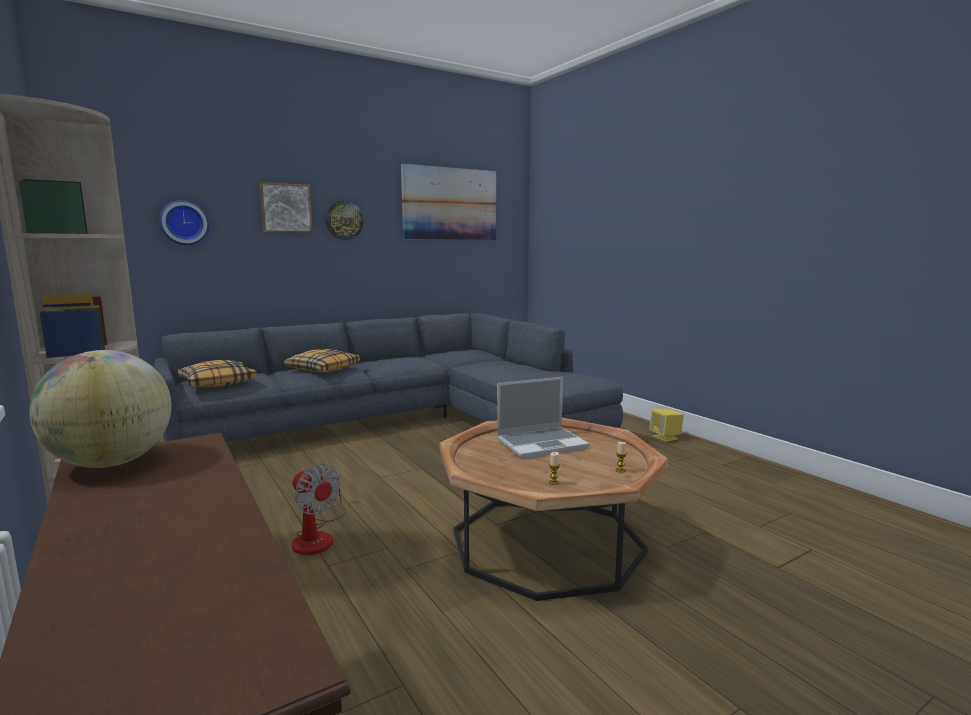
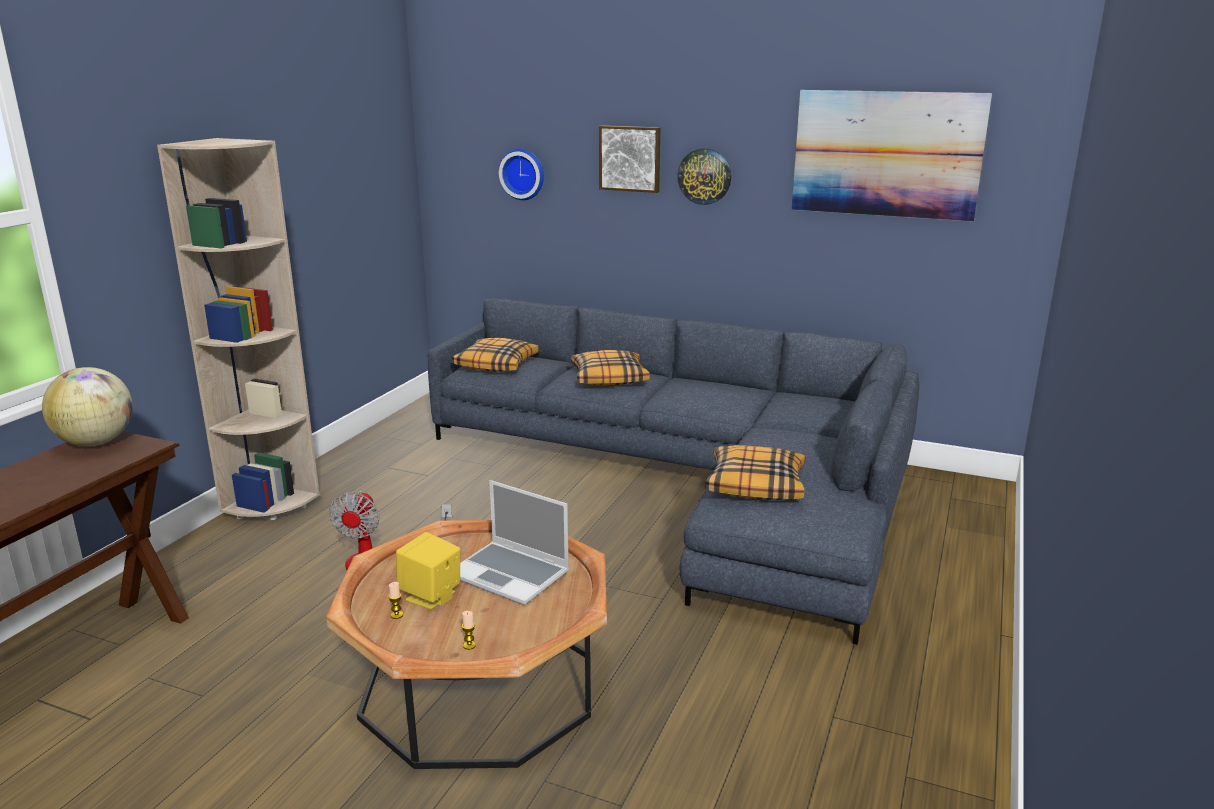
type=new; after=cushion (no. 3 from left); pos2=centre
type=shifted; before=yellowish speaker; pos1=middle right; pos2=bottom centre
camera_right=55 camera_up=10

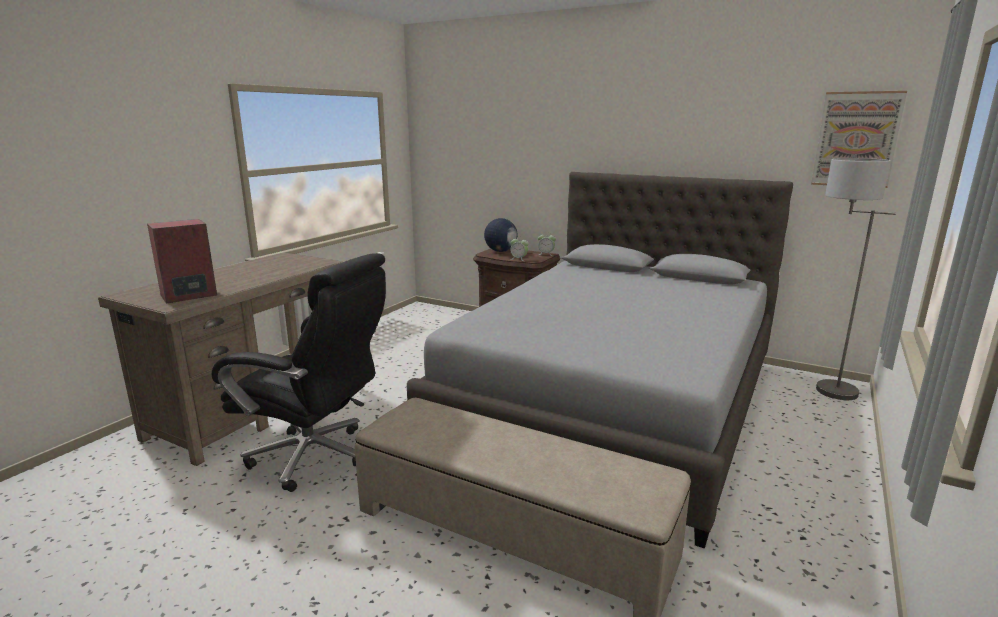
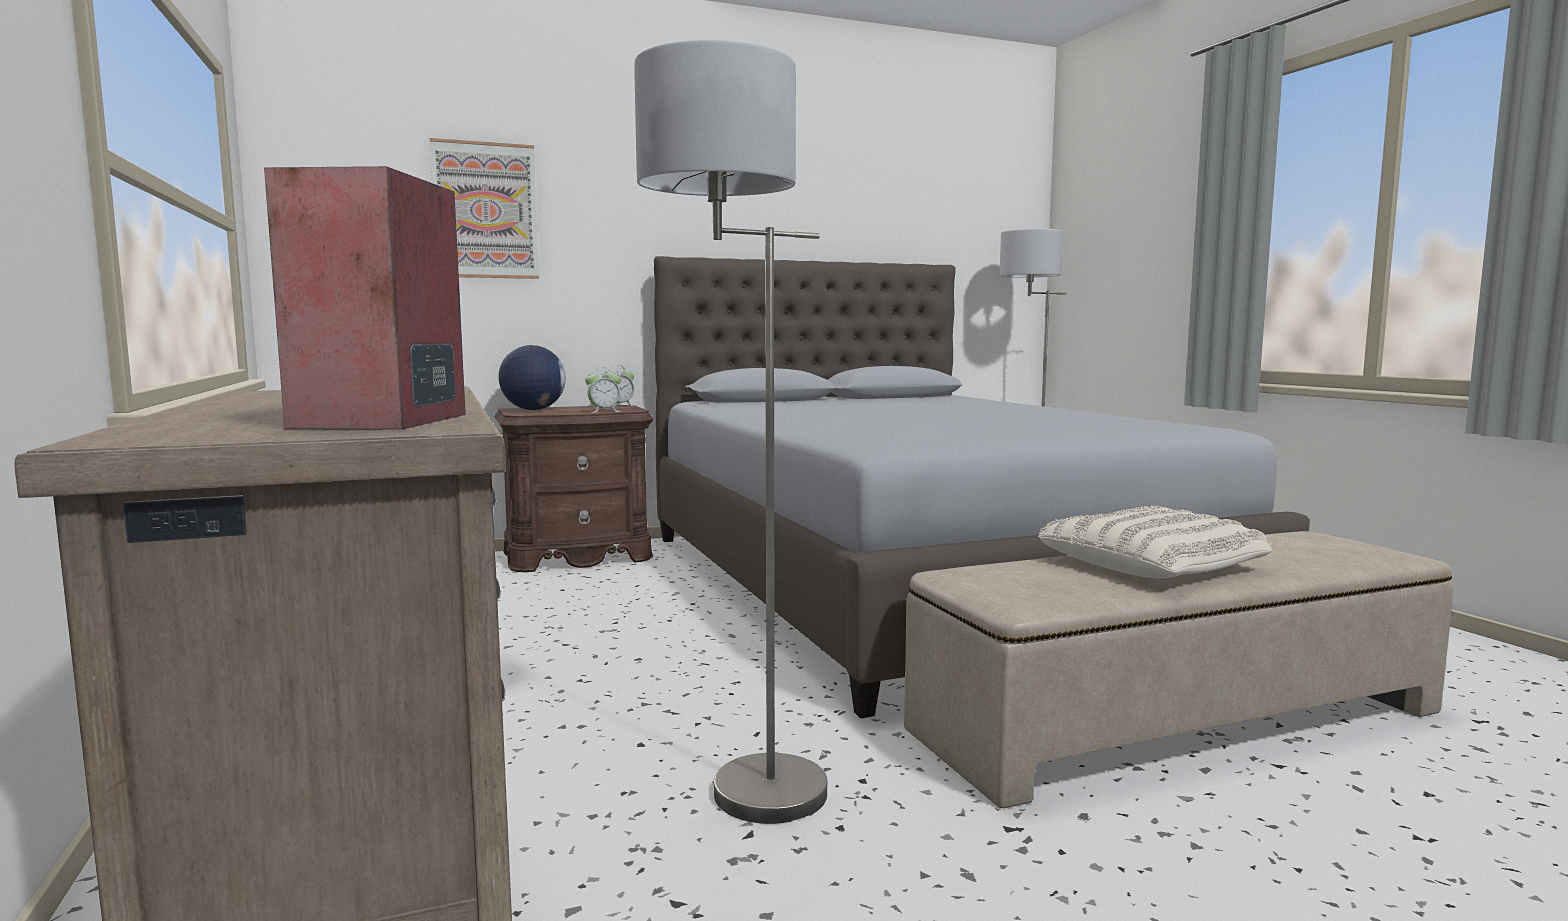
type=new; after=beige-coloured cushion; pos2=middle right
type=shifted; before=wall art; pos1=top right; pos2=top left
type=swapped; before=black office chair; after=gray standing lamp (no. 1 from left); pos1=middle left; pos2=centre
camera_right=-50 camera_up=-10

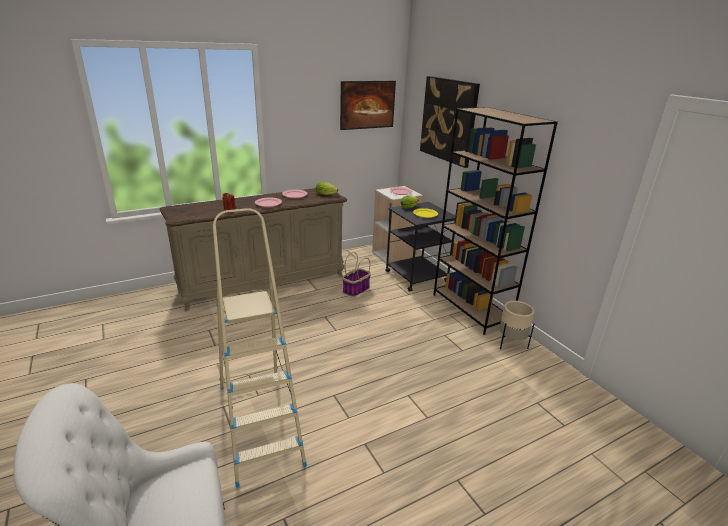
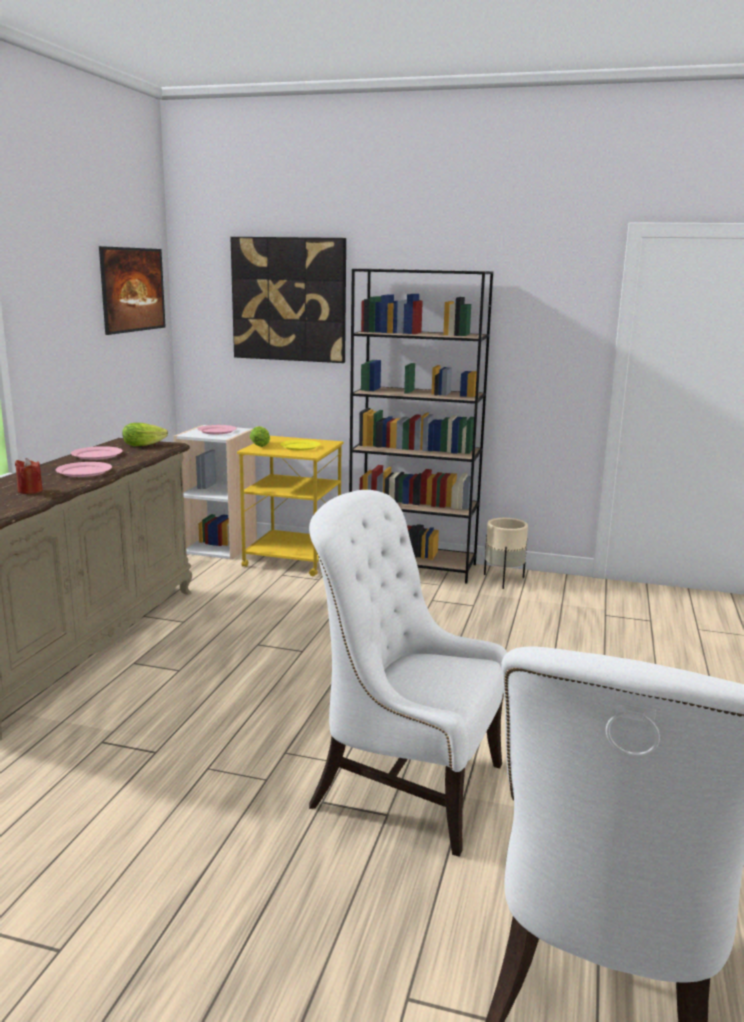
type=gone; before=household basket; pos1=centre
type=swapped; before=beige-coloured step ladder; after=white chair (no. 1 from left); pos1=centre; pos2=centre
type=repainted; before=black cart; after=yellowish cart; pos1=centre; pos2=centre
camera_right=-45 camera_up=-10

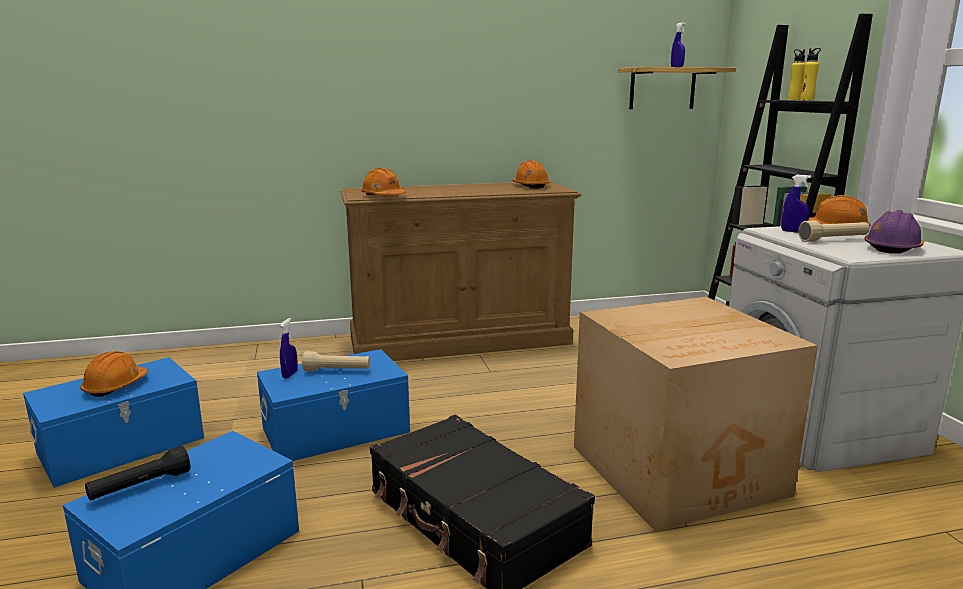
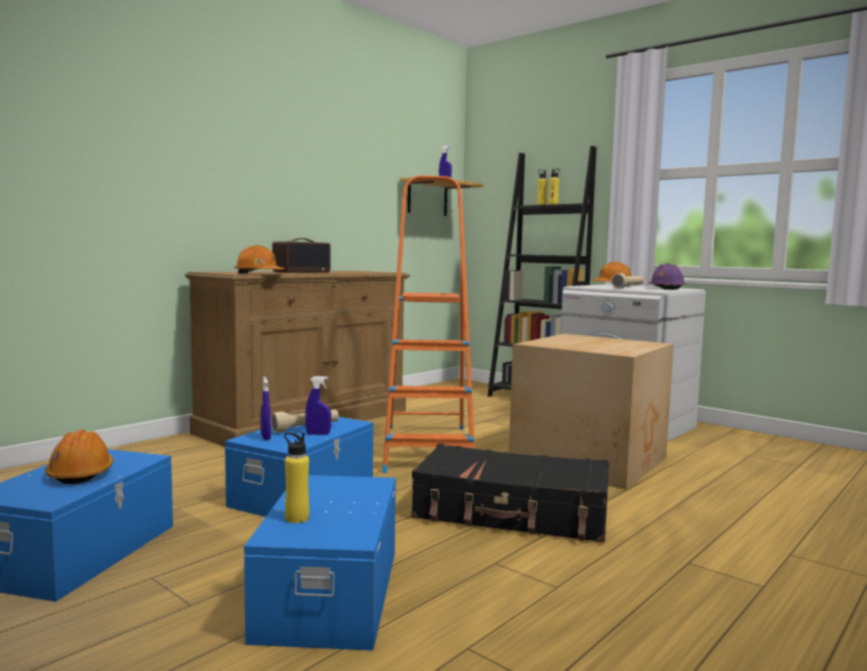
type=gone; before=orange safety helmet (no. 3 from left); pos1=top centre
type=new; after=radio receiver; pos2=centre
type=new; after=orange step ladder; pos2=centre
type=shifted; before=blue-coloured spray bottle (no. 3 from left in the first image); after=blue-coloured spray bottle (no. 2 from left); pos1=middle right; pos2=centre
type=swapped; before=black hand torch; after=yellowish drink bottle (no. 1 from left); pos1=bottom left; pos2=bottom centre
camera_right=-35 camera_up=-10

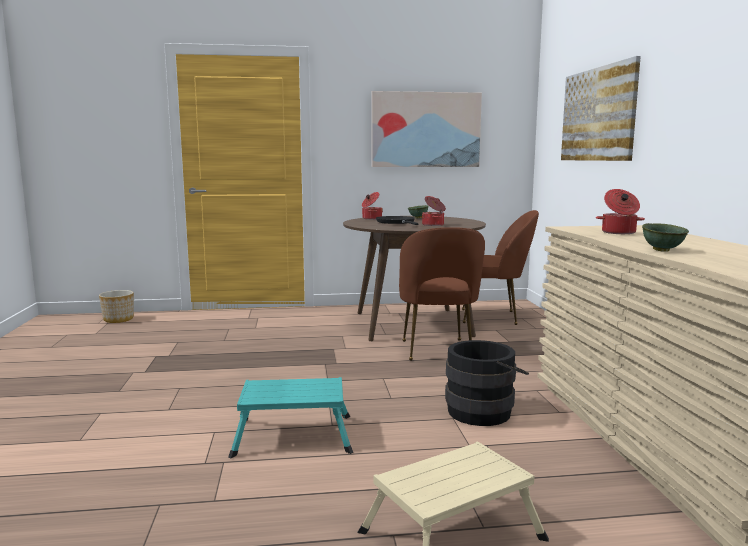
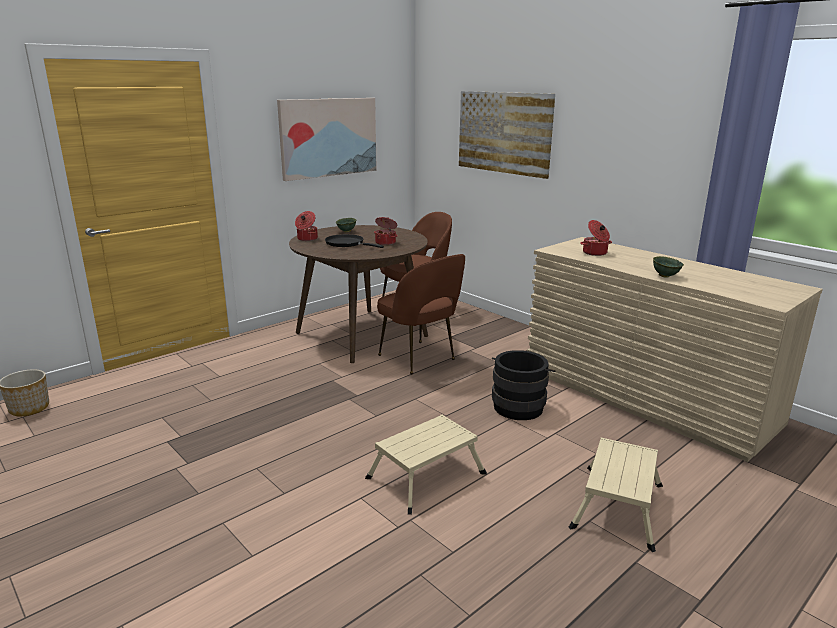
type=repainted; before=blue-green step ladder; after=beige-coloured step ladder (no. 1 from left); pos1=bottom centre; pos2=bottom centre
camera_right=-35 camera_up=10

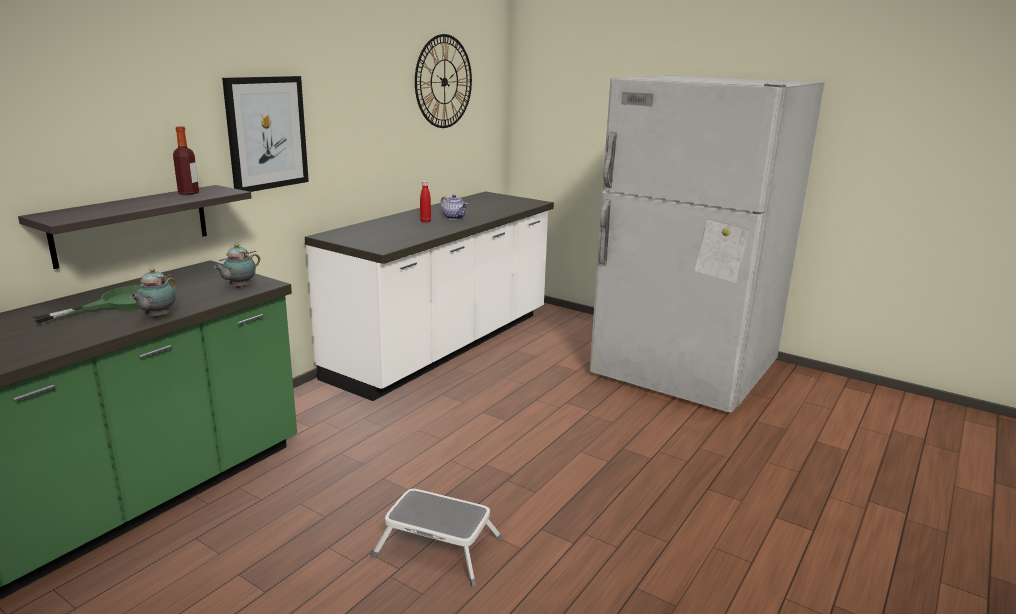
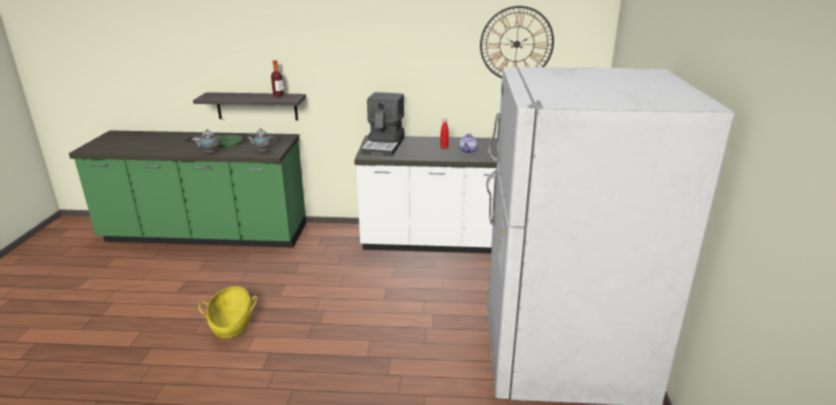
type=gone; before=wall art; pos1=top left
type=new; after=coffee machine; pos2=top centre
type=swapped; before=gray step ladder; after=household basket; pos1=bottom centre; pos2=bottom left
camera_right=60 camera_up=5

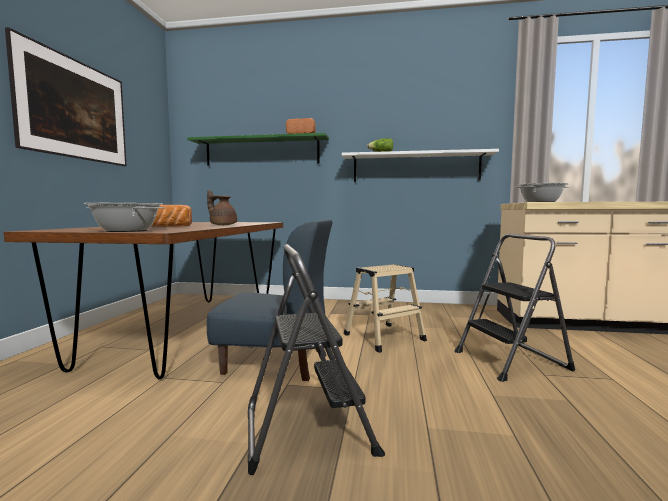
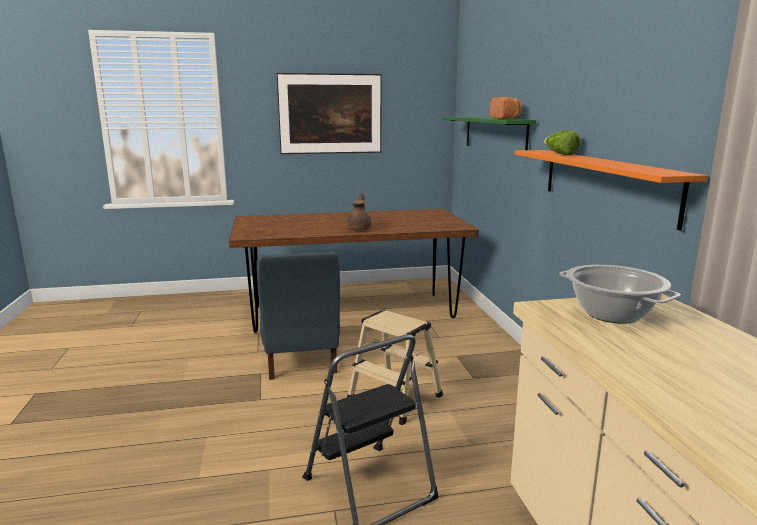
type=gone; before=cooking pot (no. 1 from left); pos1=middle left
type=gone; before=bread (no. 1 from left); pos1=middle left
type=gone; before=black step ladder (no. 1 from left); pos1=bottom centre
type=repainted; before=white wall shelf; after=orange wall shelf; pos1=top centre; pos2=middle right
camera_right=70 camera_up=10

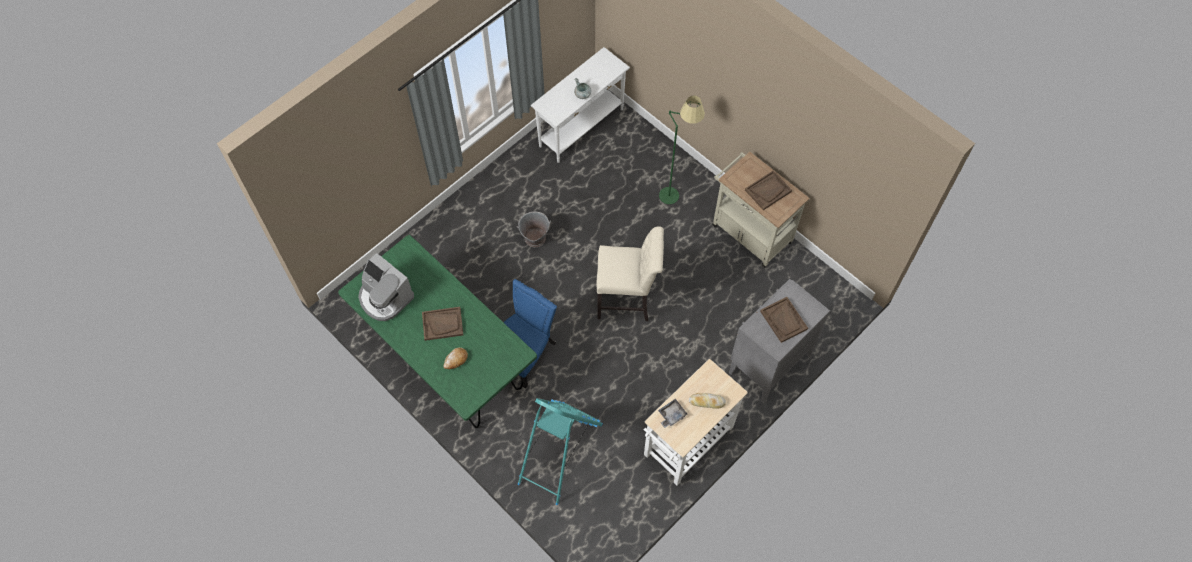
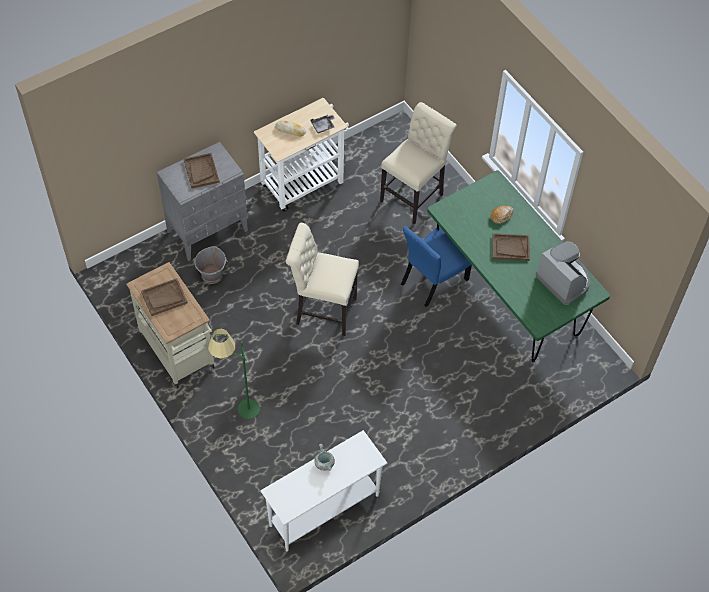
type=shifted; before=gray pail; pos1=centre; pos2=middle left
type=swapped; before=blue-green step ladder; after=beige-coloured stool seat (no. 2 from left); pos1=bottom centre; pos2=top centre
camera_right=-170 camera_up=-5

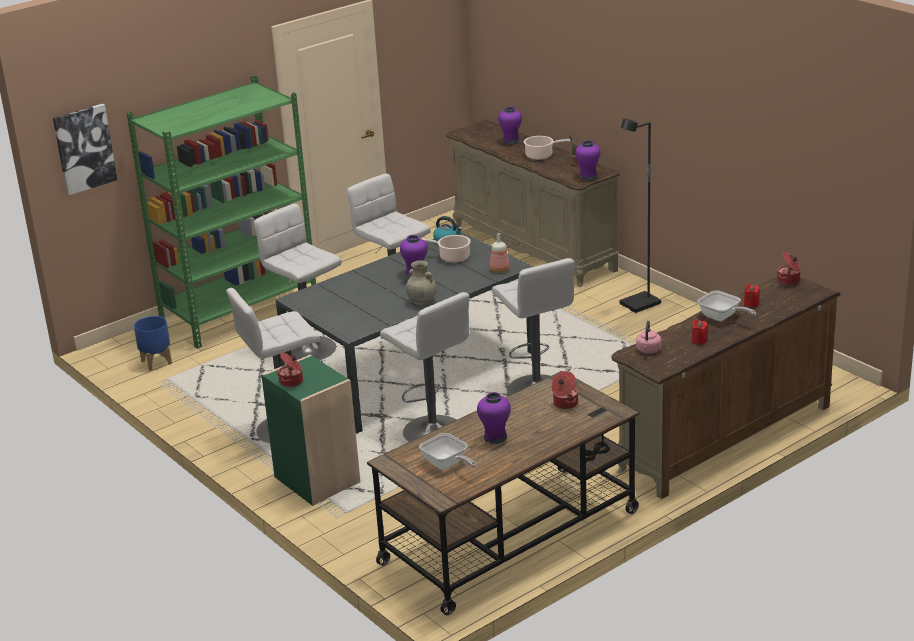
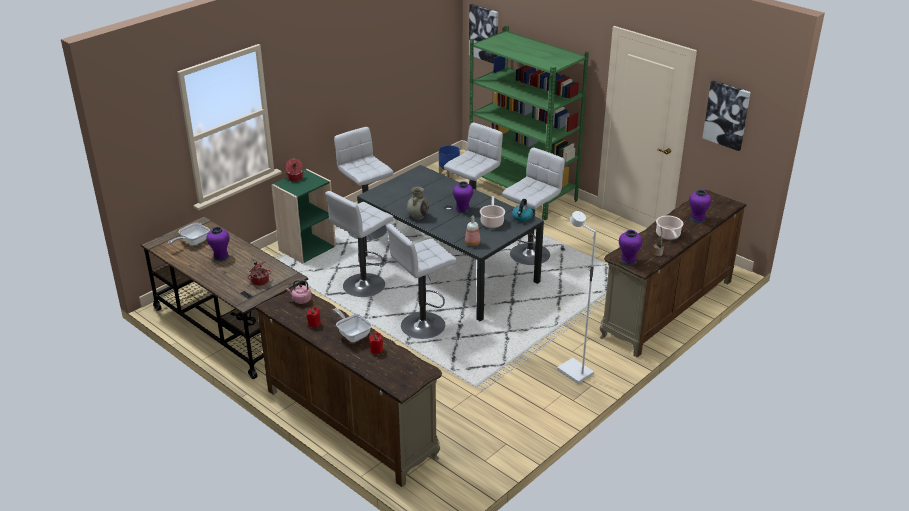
type=gone; before=cooking pot (no. 5 from left); pos1=middle right
type=new; after=wall art (no. 2 from left); pos2=top right
type=repainted; before=black standing lamp; after=white standing lamp; pos1=middle right; pos2=centre
type=rotated; before=pan (no. 2 from left); pos1=middle right; pos2=centre; turn=105
camera_right=80 camera_up=5

